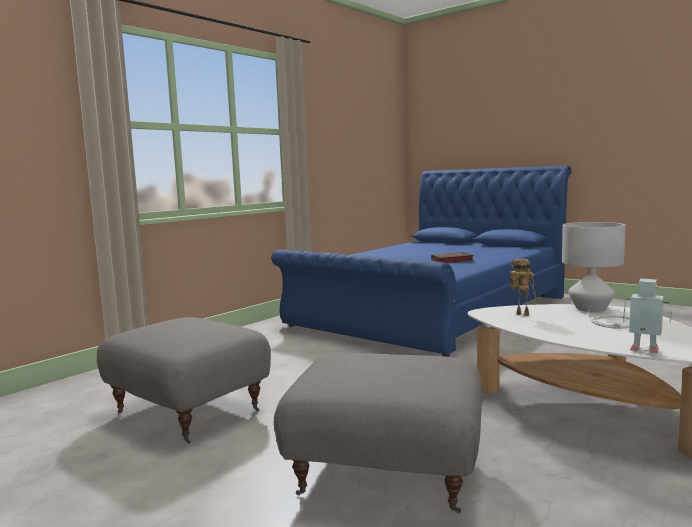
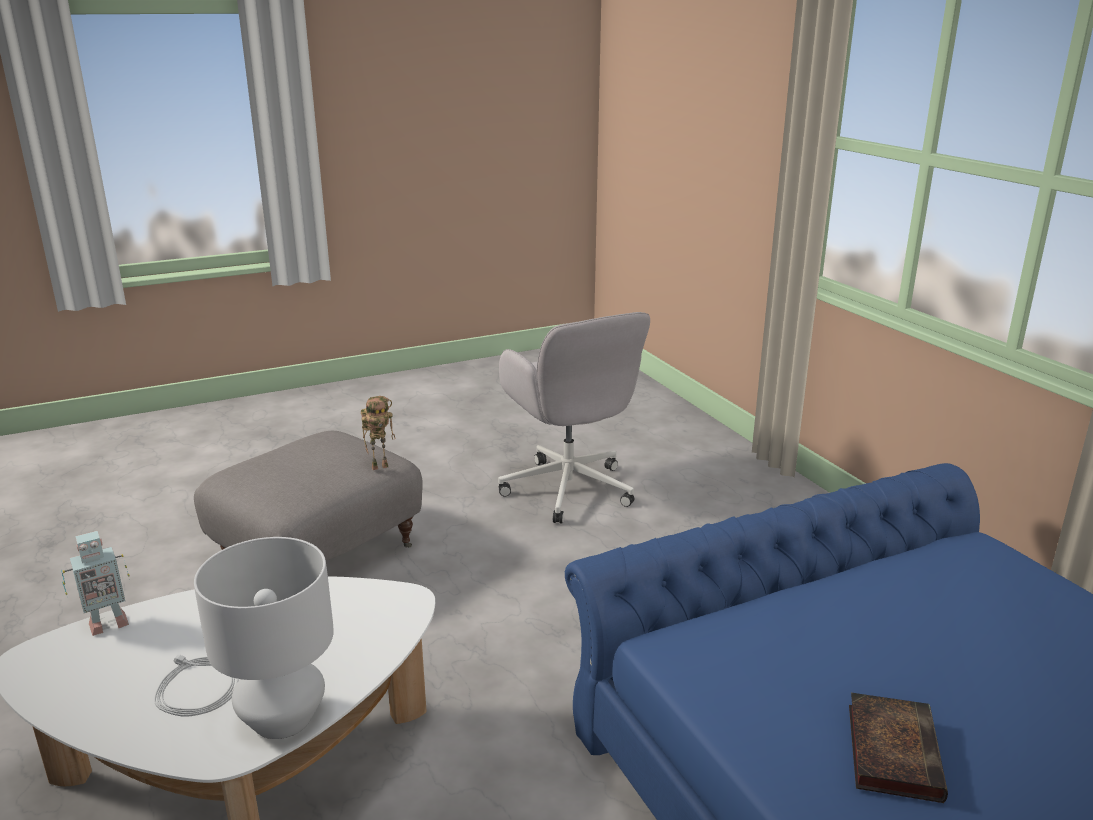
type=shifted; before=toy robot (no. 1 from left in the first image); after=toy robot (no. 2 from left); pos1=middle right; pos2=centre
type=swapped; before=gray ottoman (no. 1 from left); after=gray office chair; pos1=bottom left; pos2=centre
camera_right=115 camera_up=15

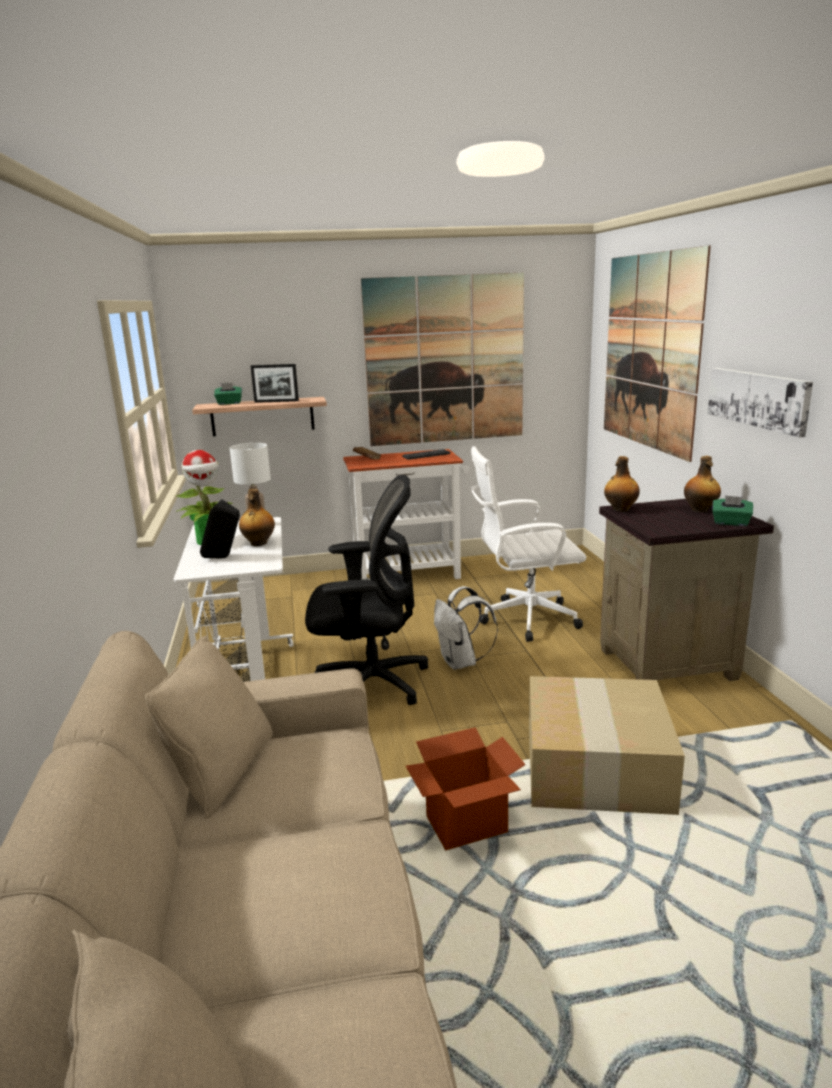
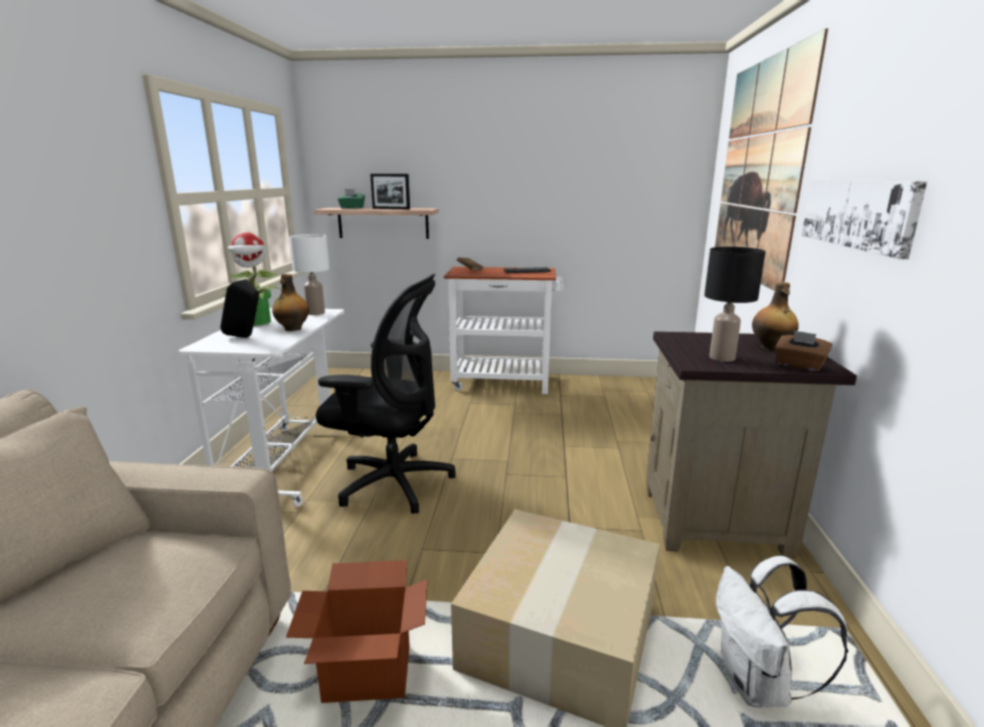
type=gone; before=wall art (no. 1 from left); pos1=top centre
type=gone; before=white office chair; pos1=centre
type=gone; before=drink bottle (no. 2 from left); pos1=middle right
type=new; after=black lamp for a table; pos2=middle right
type=shifted; before=white knapsack; pos1=centre; pos2=bottom right
type=repainted; before=green box of tissues (no. 2 from left); after=brown box of tissues; pos1=middle right; pos2=middle right
camera_right=15 camera_up=0

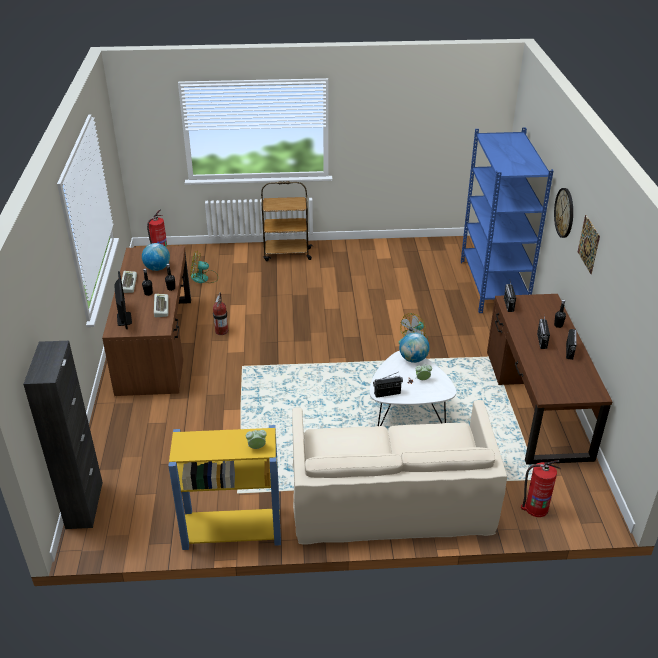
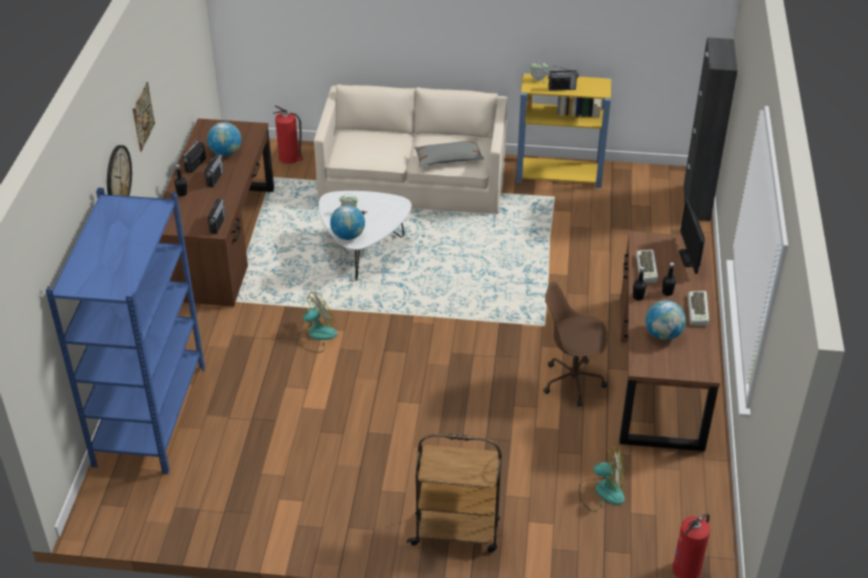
type=new; after=desk globe (no. 1 from left); pos2=top left
type=new; after=gray cushion; pos2=top centre
type=shifted; before=radio receiver (no. 1 from left in the first image); after=radio receiver (no. 4 from left); pos1=centre; pos2=top centre
type=swapped; before=fire extinguisher (no. 2 from left); after=brown office chair; pos1=centre; pos2=centre
camera_right=-170 camera_up=5

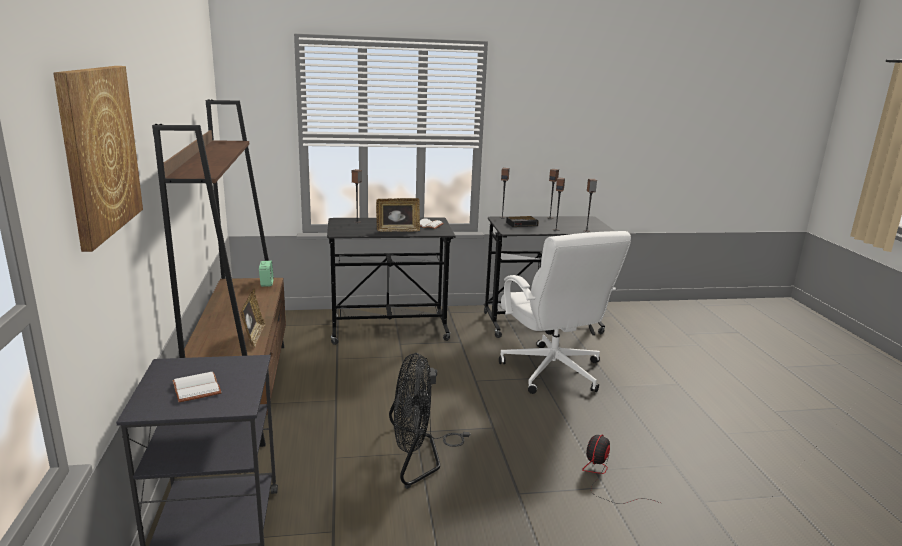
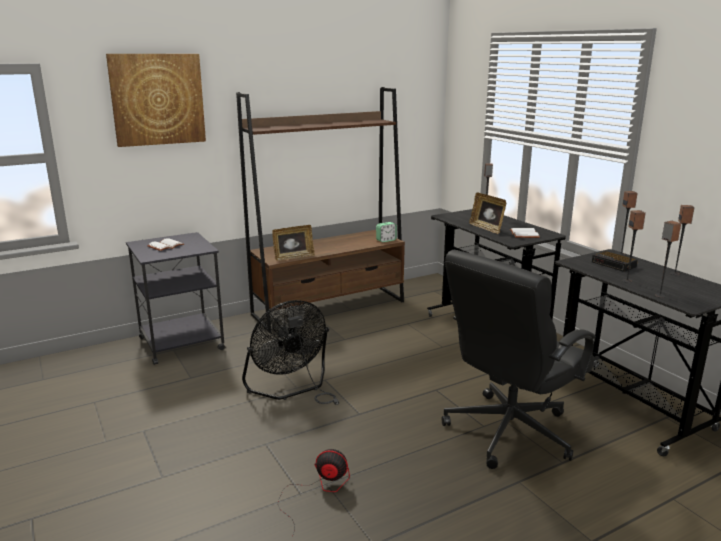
type=repainted; before=white office chair; after=black office chair; pos1=centre; pos2=middle right
camera_right=70 camera_up=0

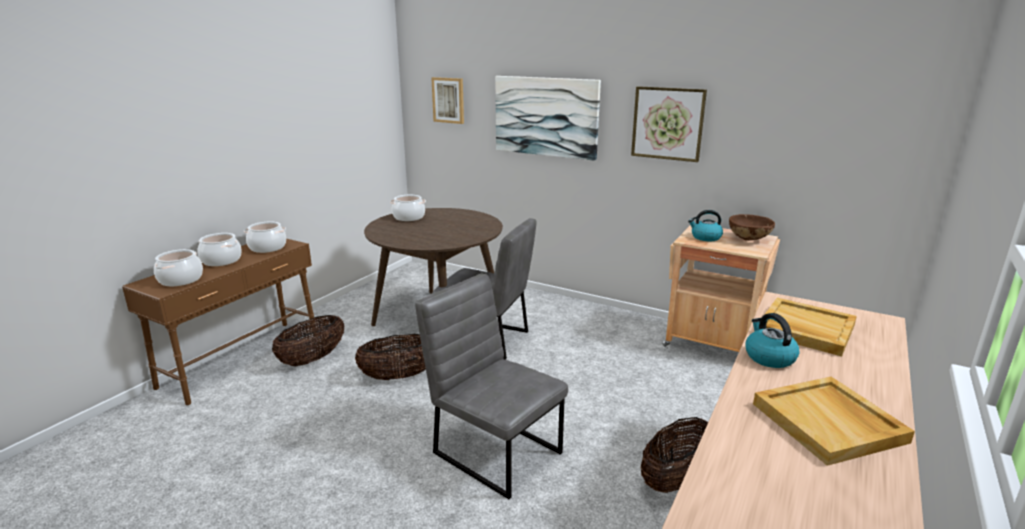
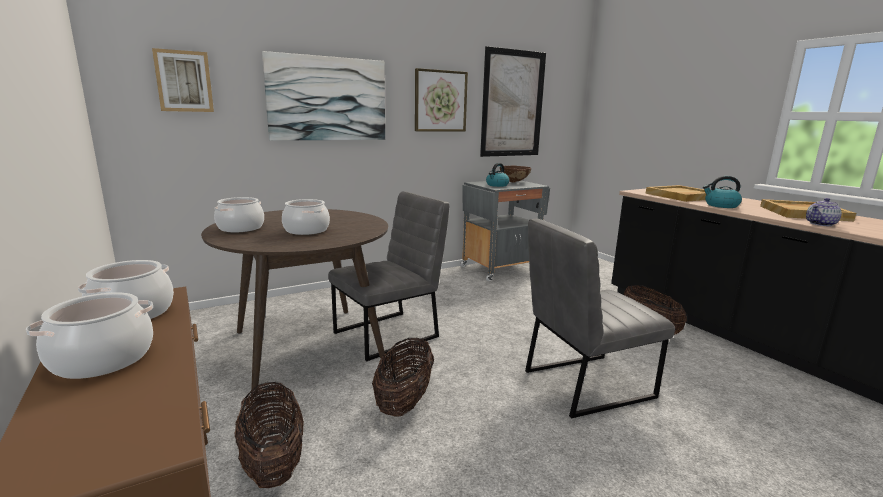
type=new; after=wall art (no. 4 from left); pos2=top centre
type=new; after=pot for tea; pos2=middle right
type=shifted; before=cooking pot (no. 1 from left in the first image); after=cooking pot (no. 4 from left); pos1=middle left; pos2=centre
type=repainted; before=brown cart; after=gray cart; pos1=middle right; pos2=centre
camera_right=-60 camera_up=-5

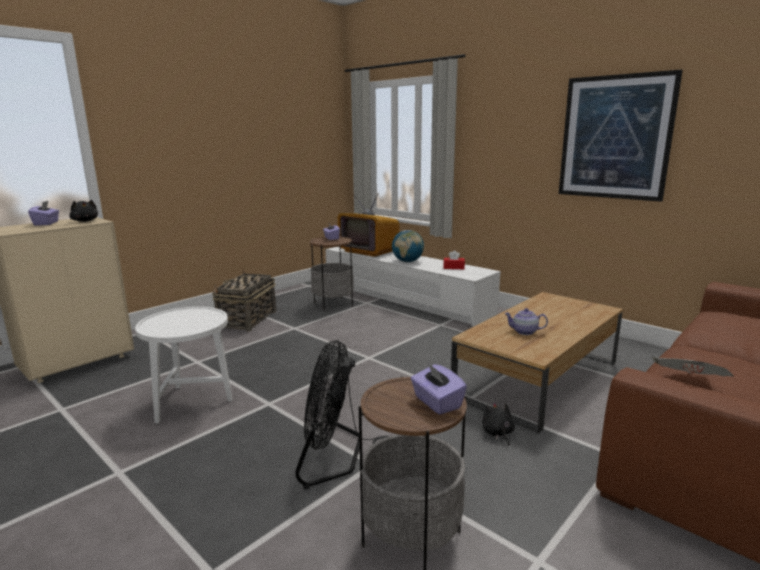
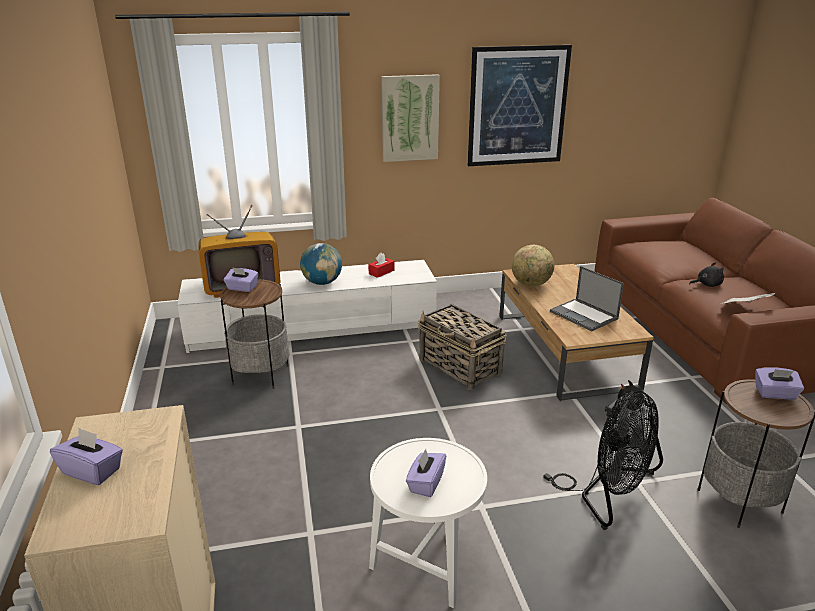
type=new; after=wall art (no. 1 from left); pos2=top centre
type=new; after=purple box of tissues (no. 3 from left); pos2=bottom centre
type=new; after=desk globe (no. 2 from left); pos2=centre
type=shifted; before=black plush toy (no. 1 from left in the first image); after=black plush toy (no. 2 from left); pos1=middle left; pos2=middle right
type=shifted; before=household basket; pos1=middle left; pos2=centre
type=swapped; before=pot for tea; after=laptop; pos1=middle right; pos2=middle right
type=rotated; before=black fan; pos1=bottom centre; pos2=bottom right; turn=-90
camera_right=-55 camera_up=10

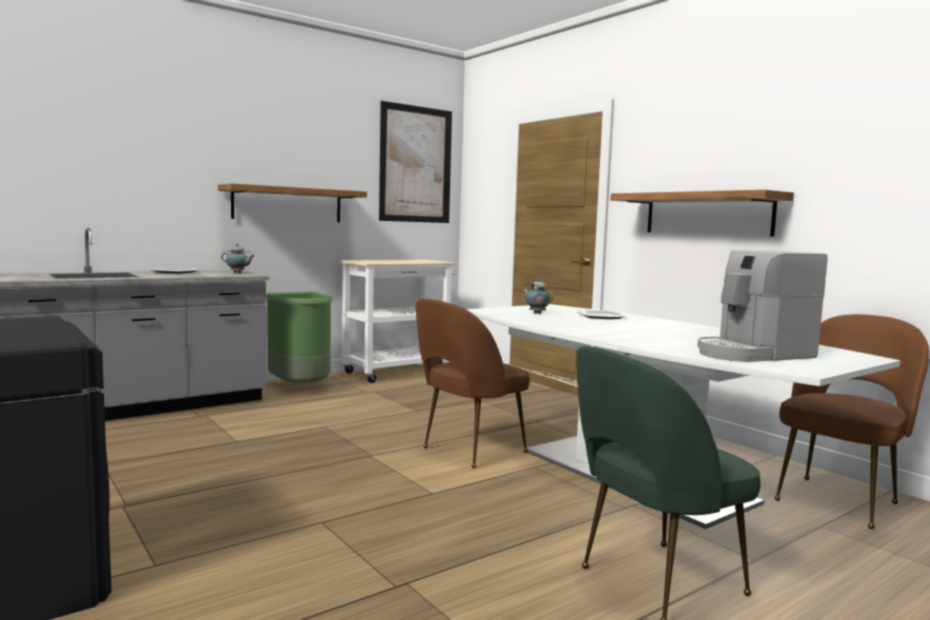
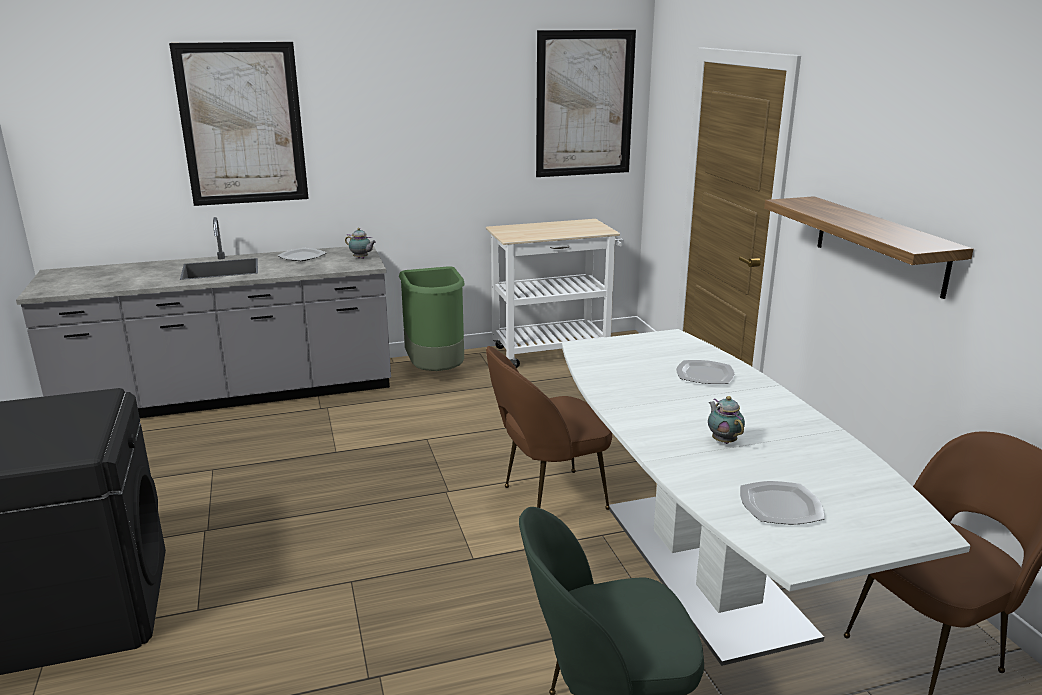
type=gone; before=wall shelf (no. 1 from left); pos1=top left
type=new; after=wall art (no. 1 from left); pos2=top left
type=shifted; before=pot for tea (no. 2 from left); pos1=centre; pos2=middle right
type=swapped; before=coffee machine; after=dinner plate (no. 3 from left); pos1=middle right; pos2=bottom right
camera_right=20 camera_up=15

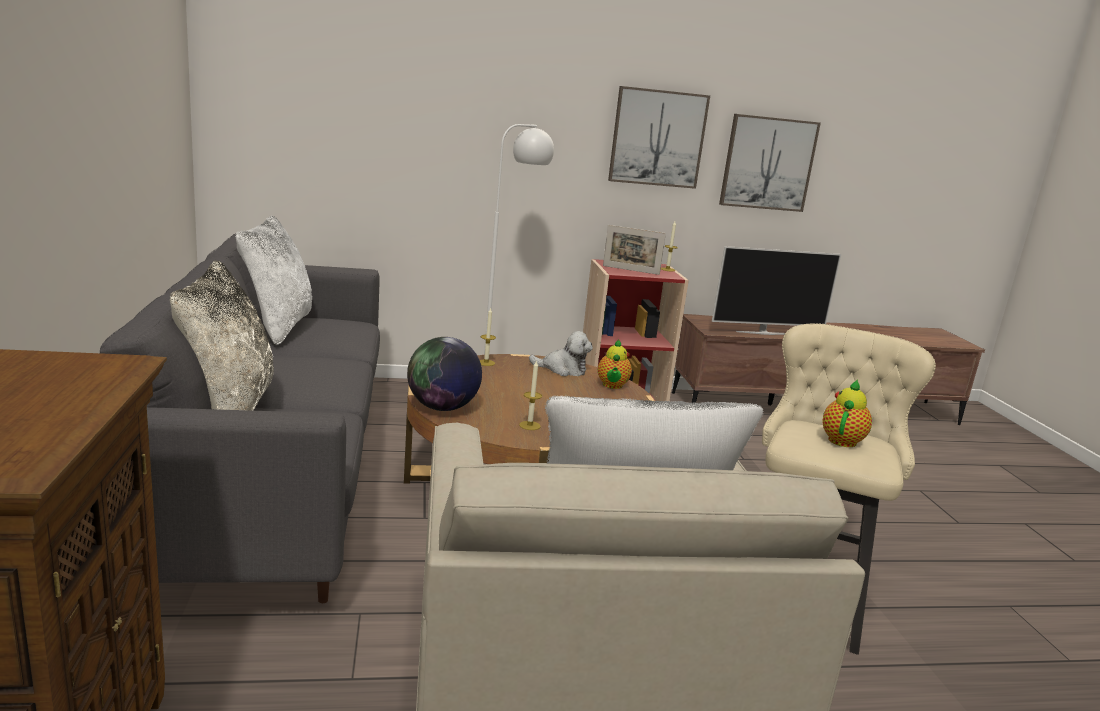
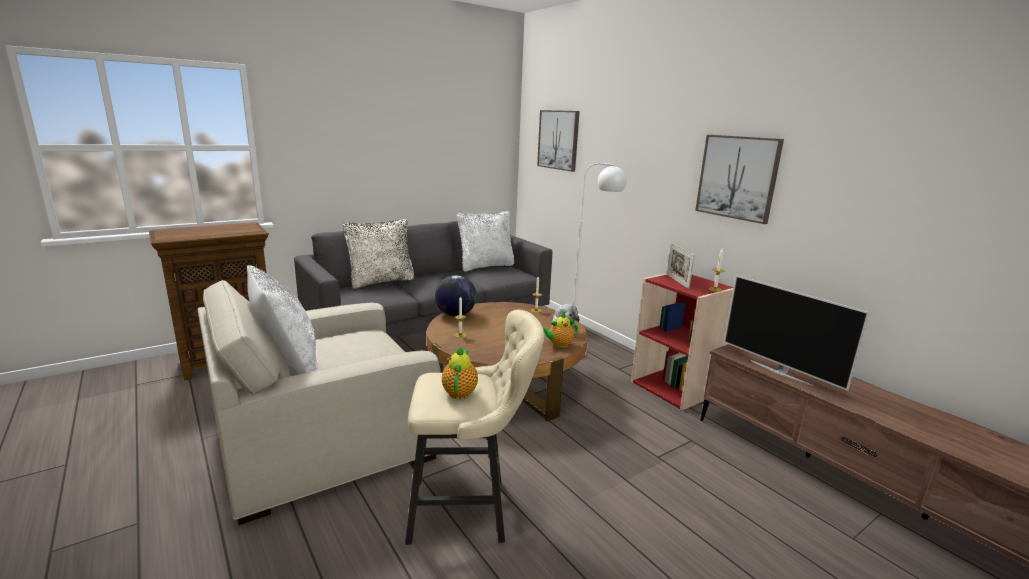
type=shifted; before=wall art (no. 2 from left in the first image); after=wall art (no. 1 from left); pos1=top right; pos2=top centre
type=rotated; before=pot for tea (no. 2 from left in the first image); pos1=middle right; pos2=centre; turn=-90
camera_right=65 camera_up=0

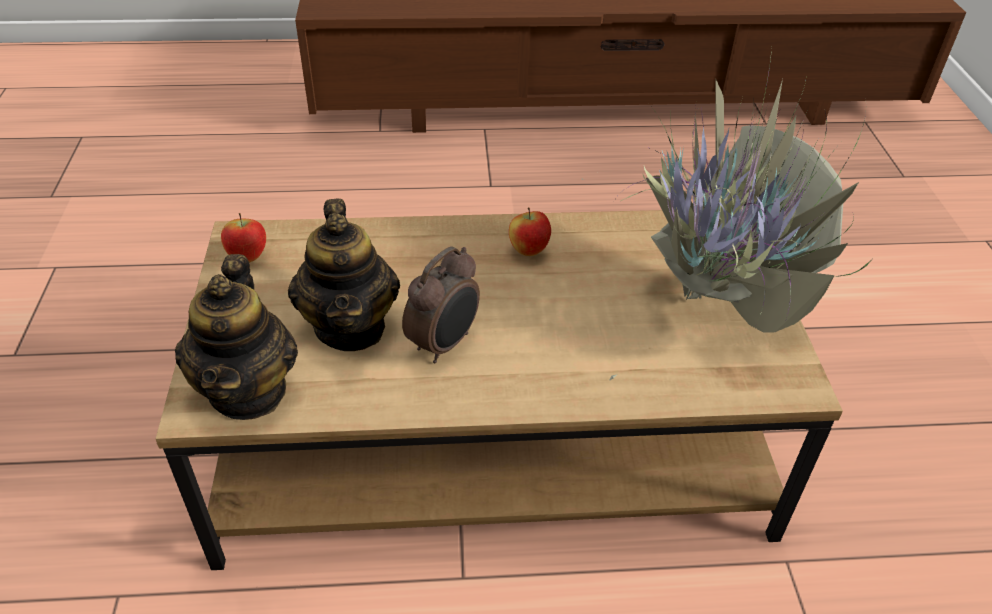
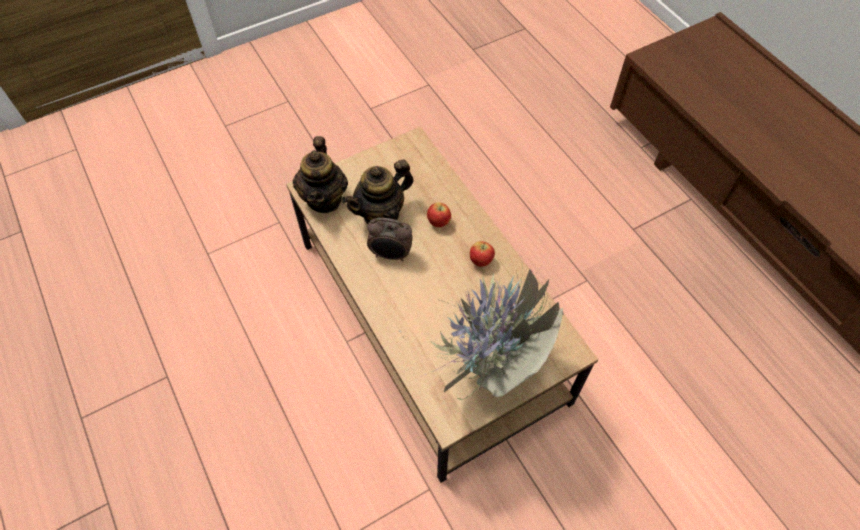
type=shifted; before=whole apple (no. 1 from left); pos1=middle left; pos2=centre
type=rotated; before=pot for tea (no. 1 from left); pos1=middle left; pos2=top centre; turn=-60
camera_right=65 camera_up=15

